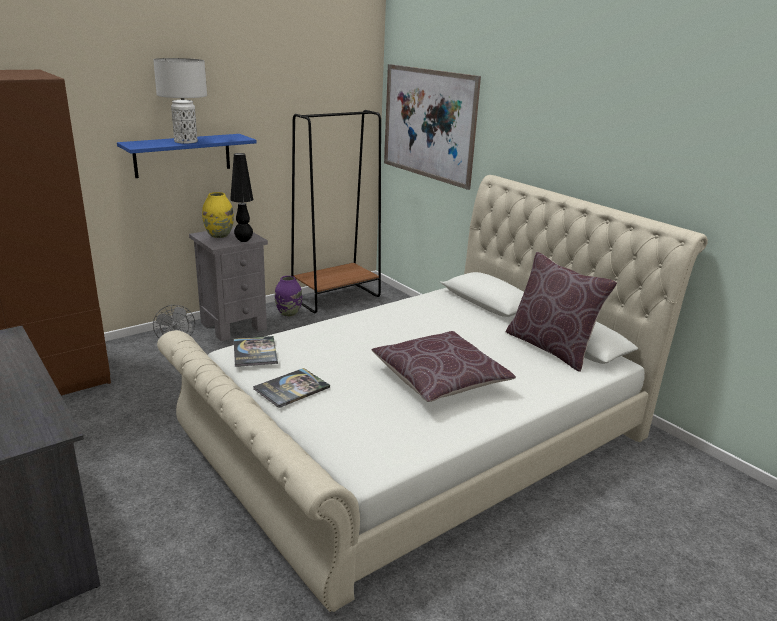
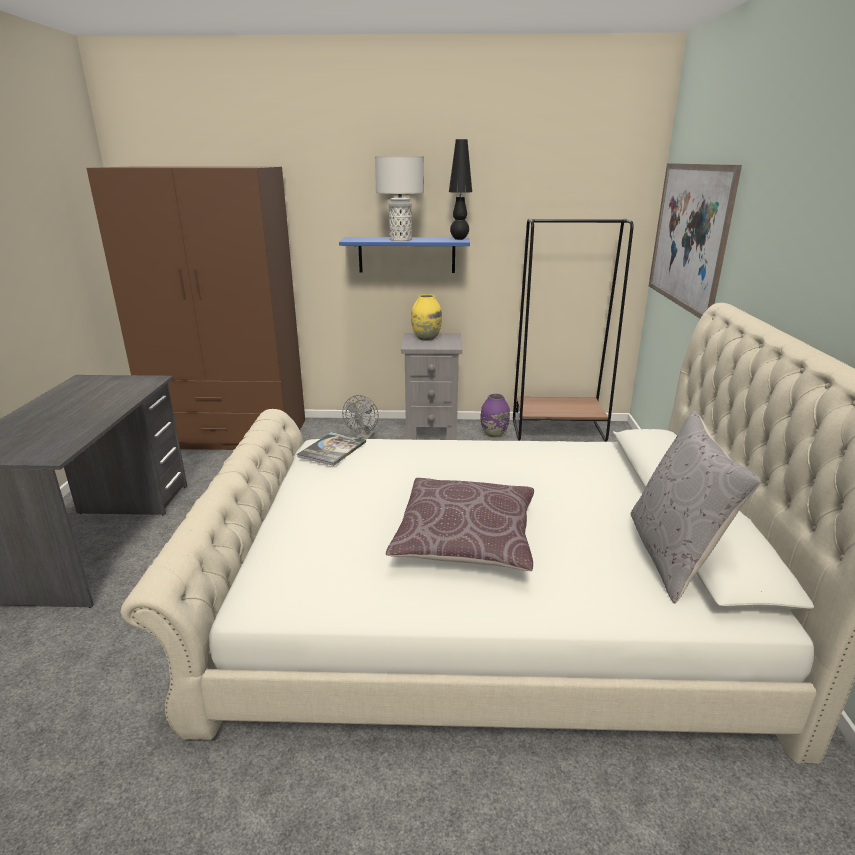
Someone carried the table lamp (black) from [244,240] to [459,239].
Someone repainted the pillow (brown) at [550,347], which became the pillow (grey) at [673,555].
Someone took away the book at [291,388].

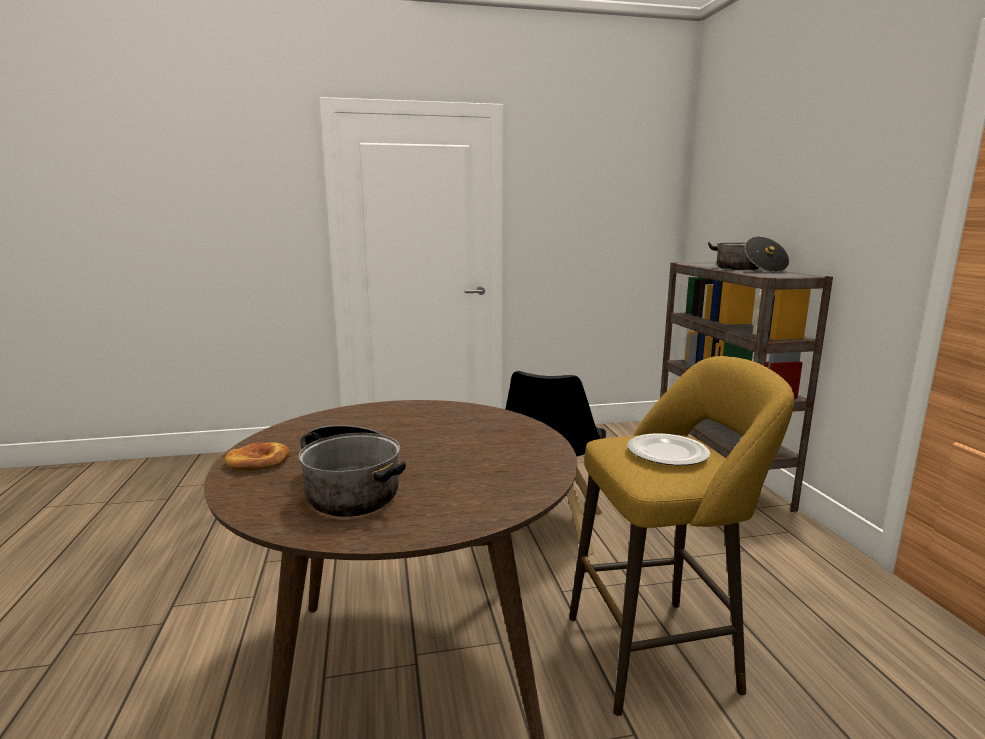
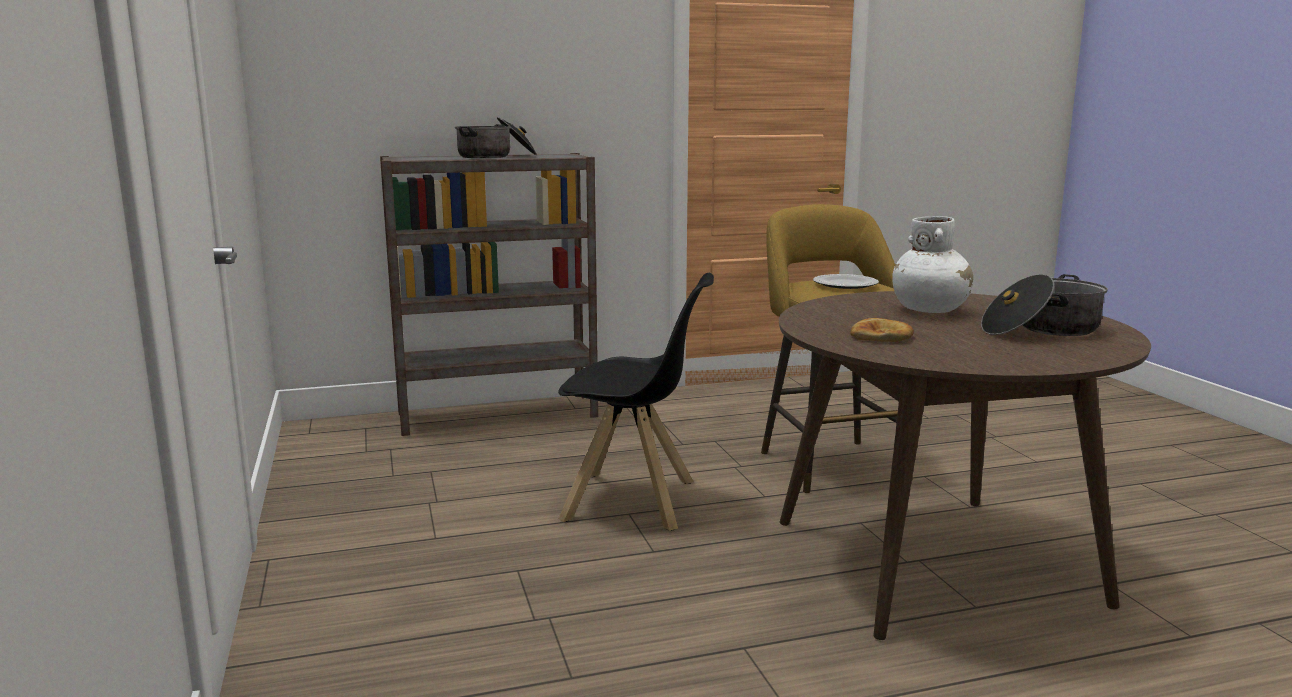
Someone carried the bread from [259,461] to [881,336].
Someone put down the vase (white) at [930,310].

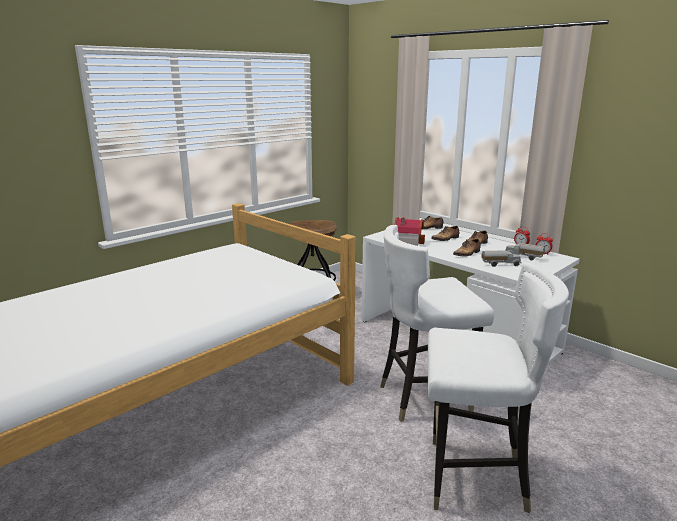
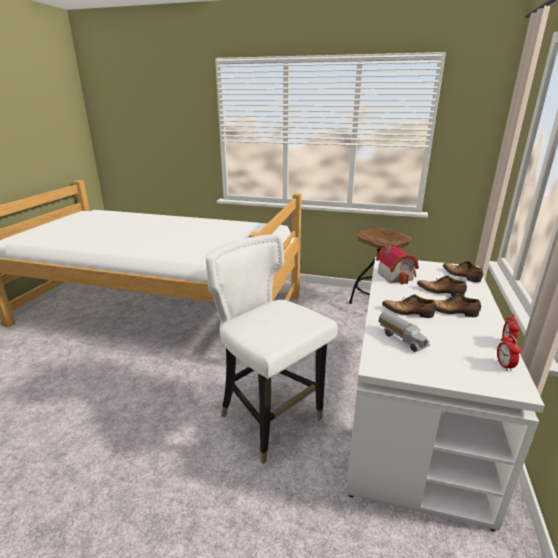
Someone took away the toy truck at [523,257].
Someone took away the chair (white) at [474,478].

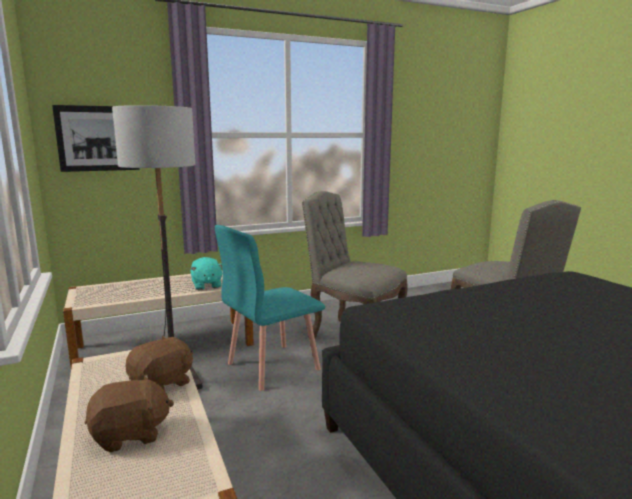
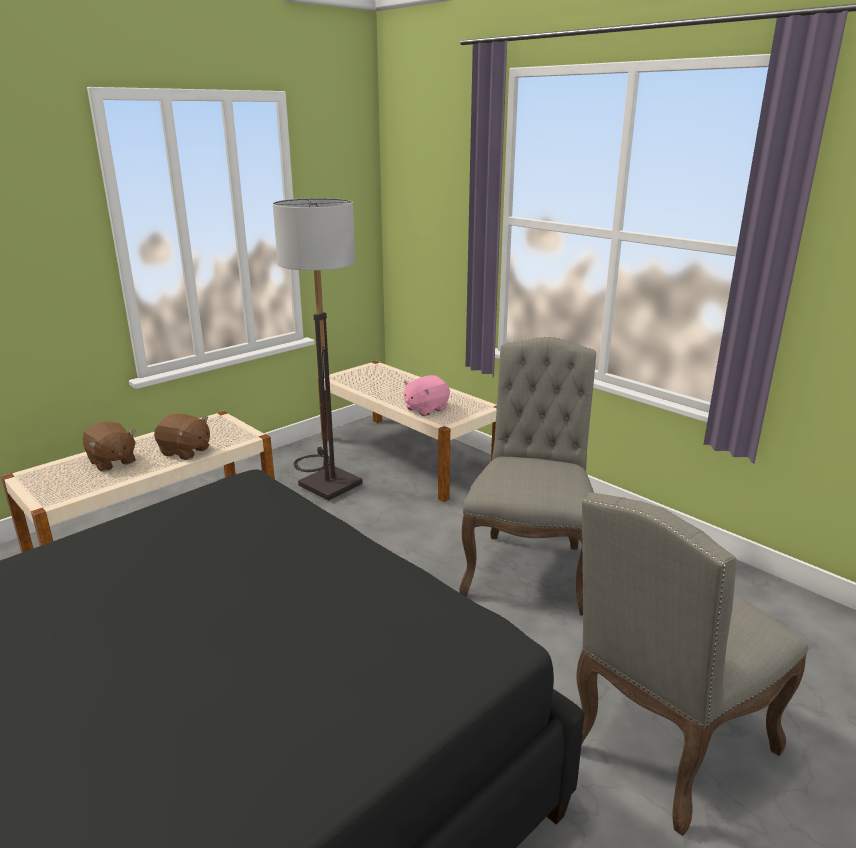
Someone took away the picture at [97,138].
Someone took away the chair (turquoise) at [272,366].
Someone repainted the plush toy (turquoise) at [206,285], which became the plush toy (pink) at [425,409].

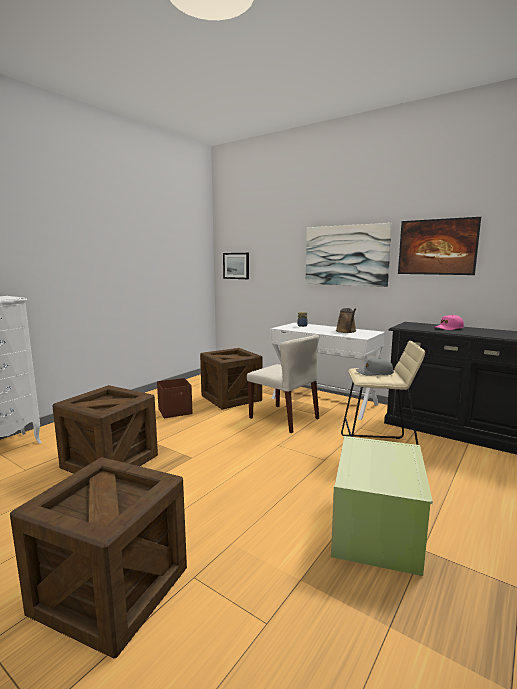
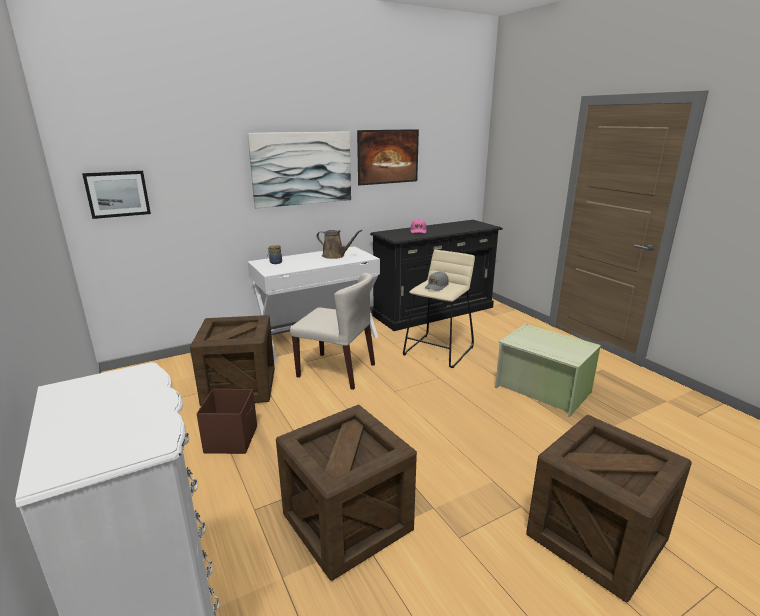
Someone rotated the chair (beige) at [284,418] by 45 degrees clockwise.

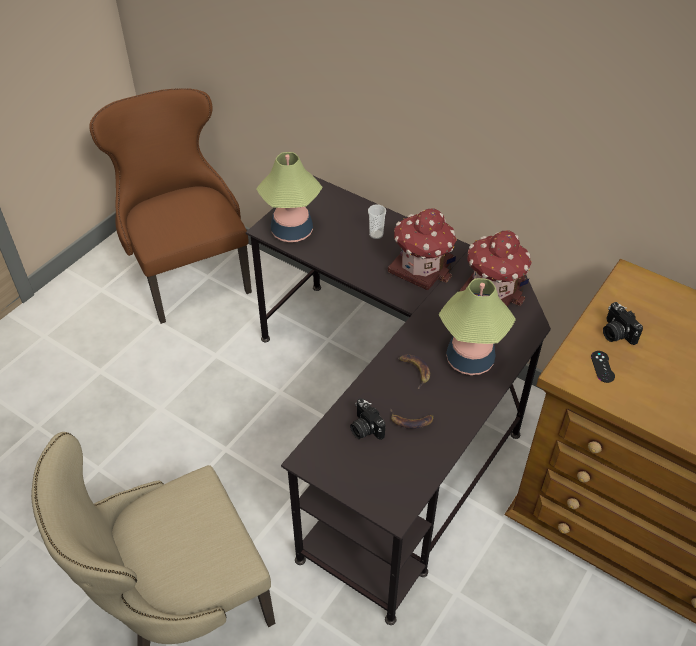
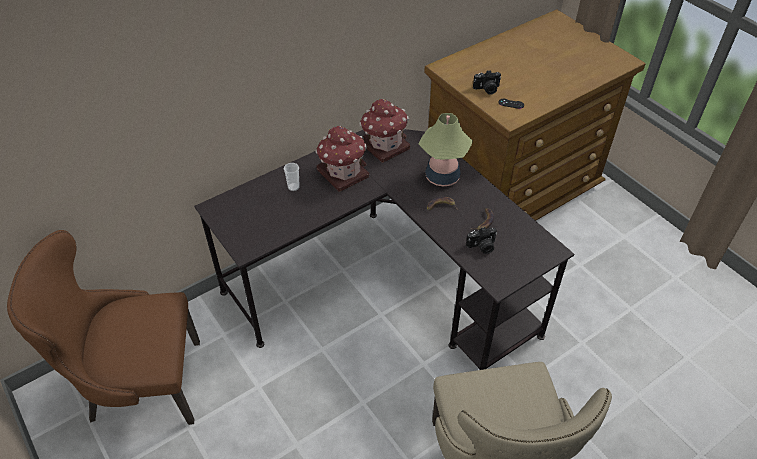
Someone took away the table lamp at [292,231].

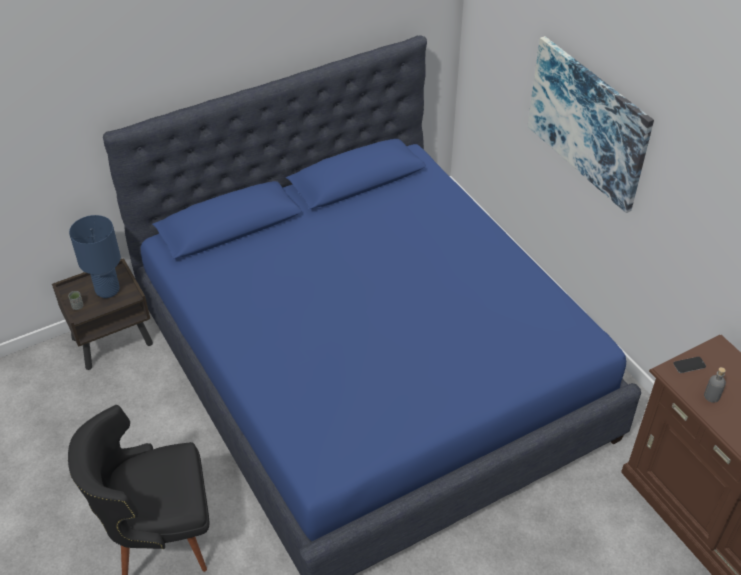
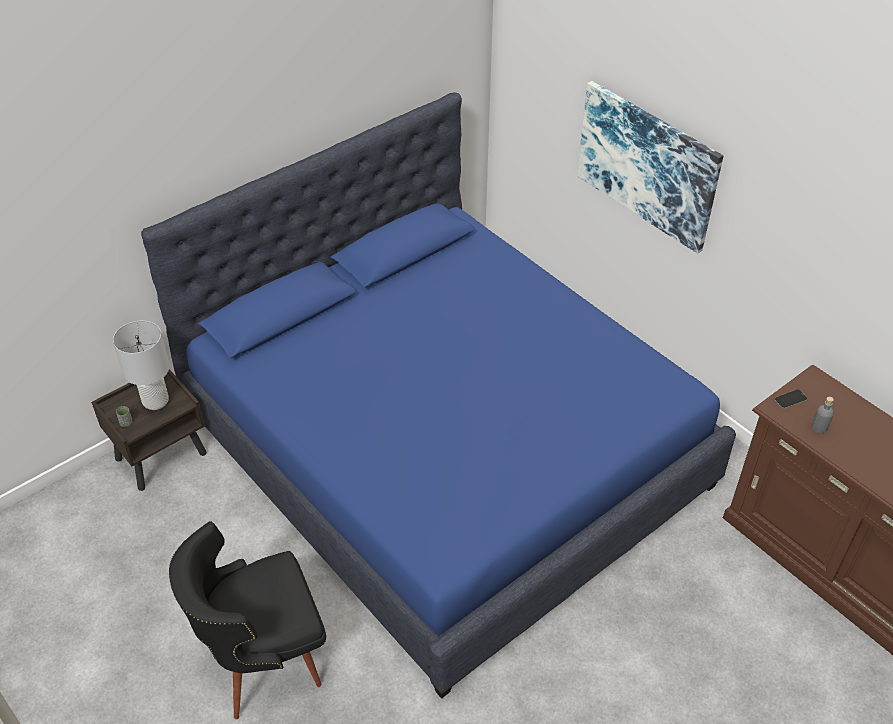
Someone repainted the table lamp (blue) at [107,292], which became the table lamp (grey) at [156,403].

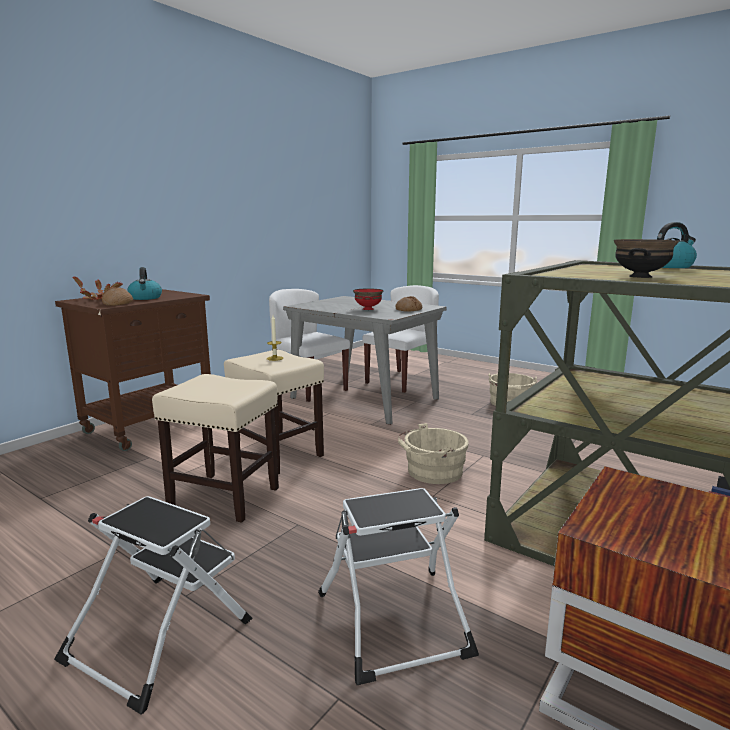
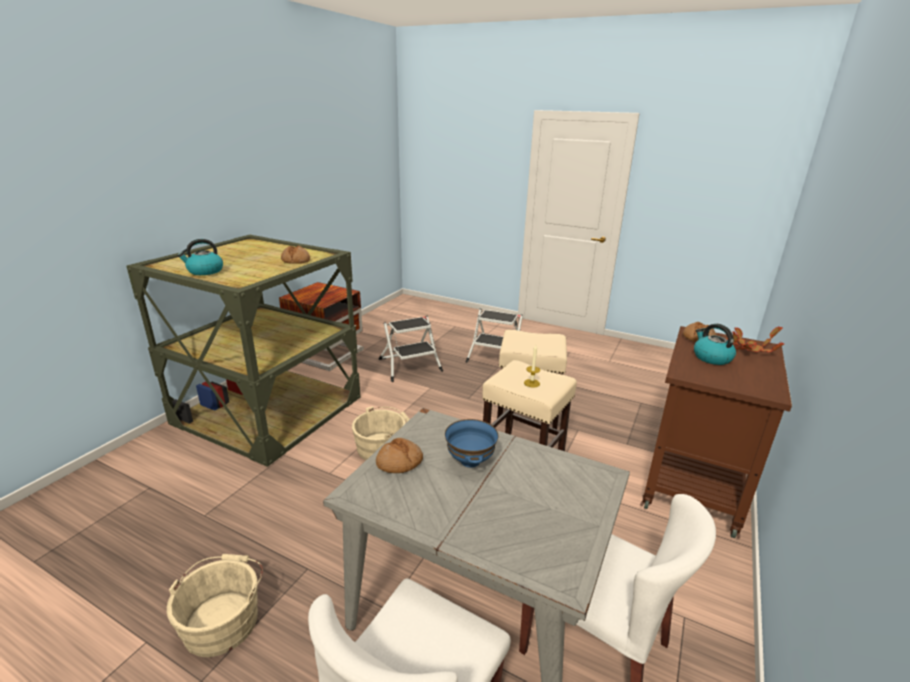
Someone took away the bowl (black) at [641,277].
Someone repainted the bowl (red) at [367,309], which became the bowl (blue) at [471,461].
Someone put down the bread at [296,260].

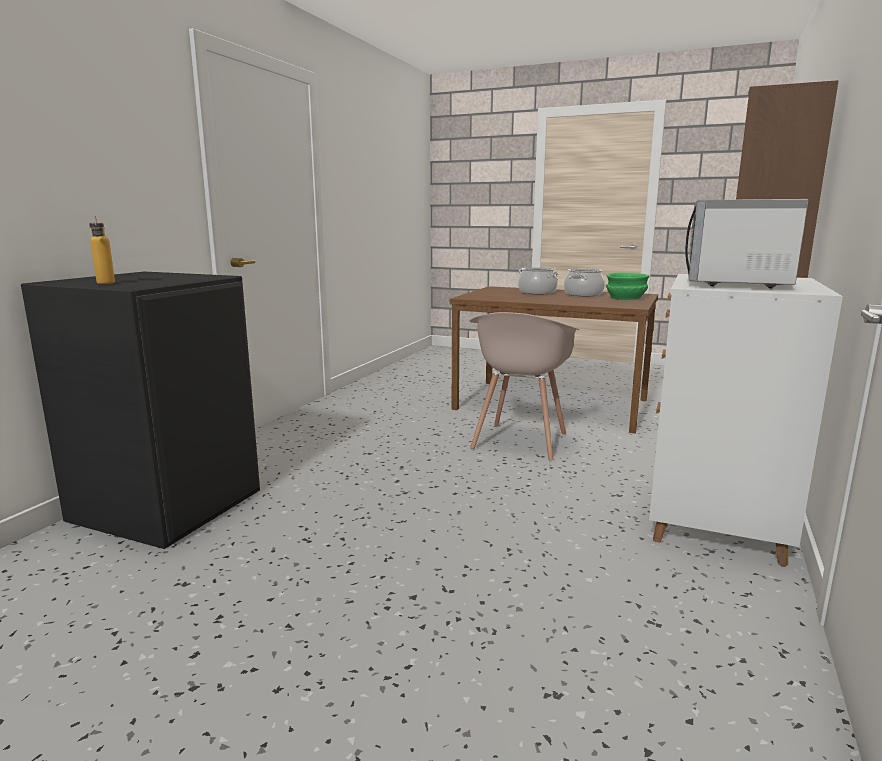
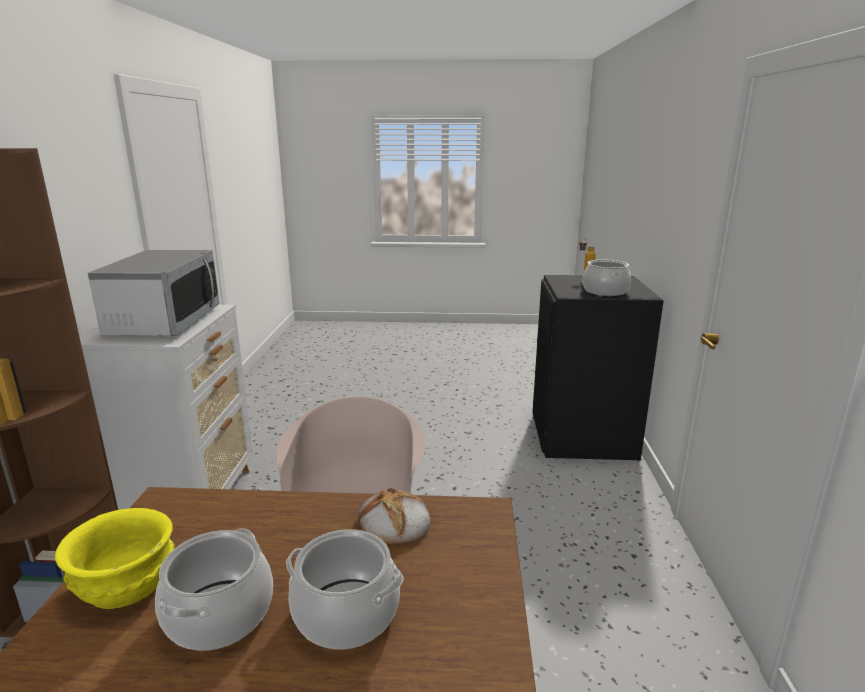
Someone repainted the bowl (green) at [626,298], which became the bowl (yellow) at [125,583].
Someone put down the cooking pot at [604,291].
Someone put down the bread at [393,523].

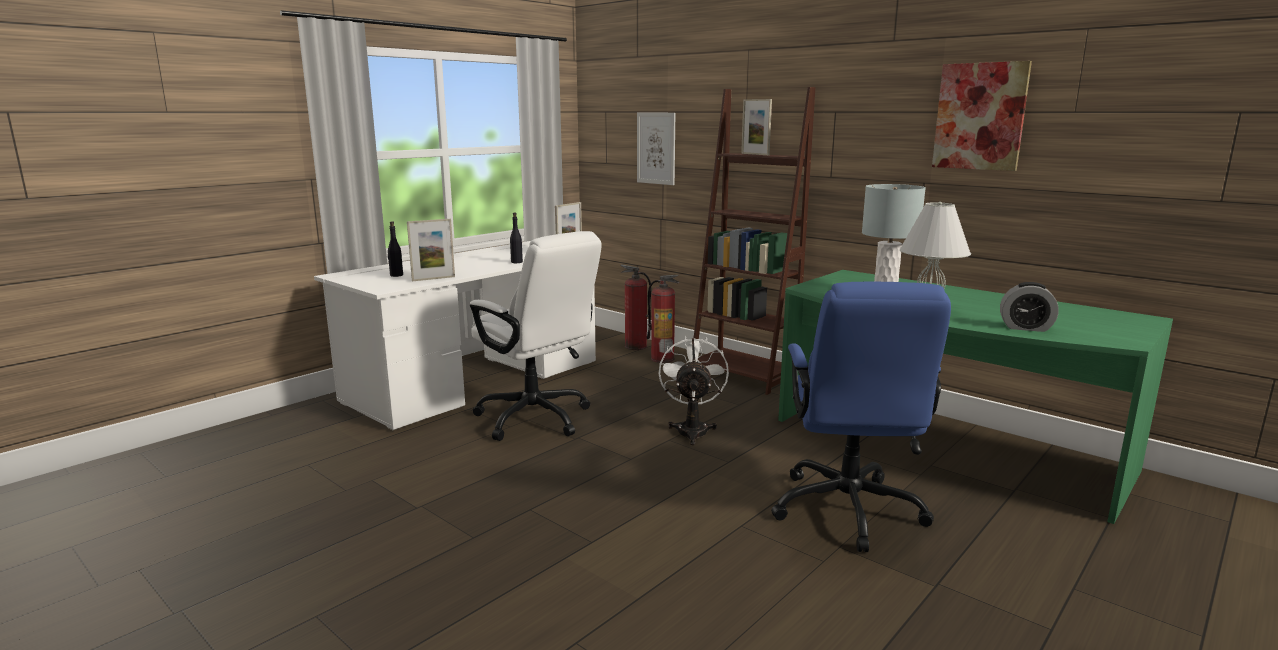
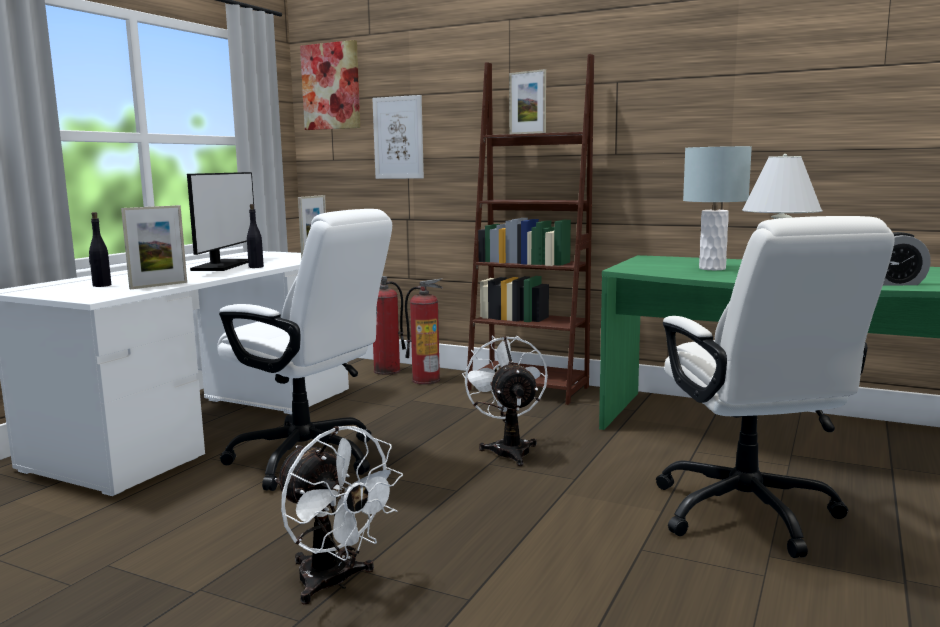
Someone carried the picture from [980,116] to [331,86].
Someone repainted the office chair (blue) at [849,514], which became the office chair (white) at [750,517].
Someone put down the monitor at [222,266].
Someone put down the fan (white) at [335,583].

